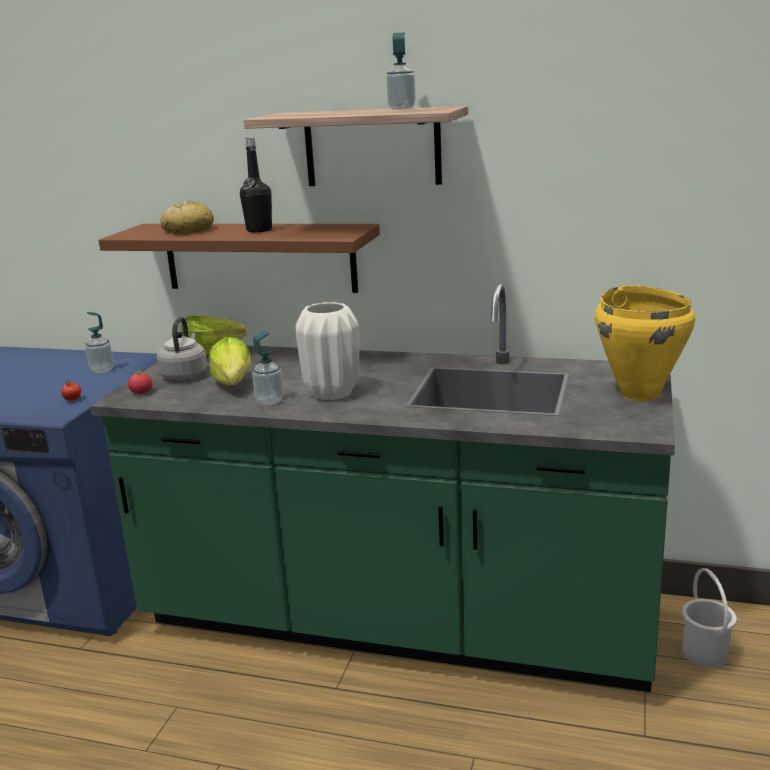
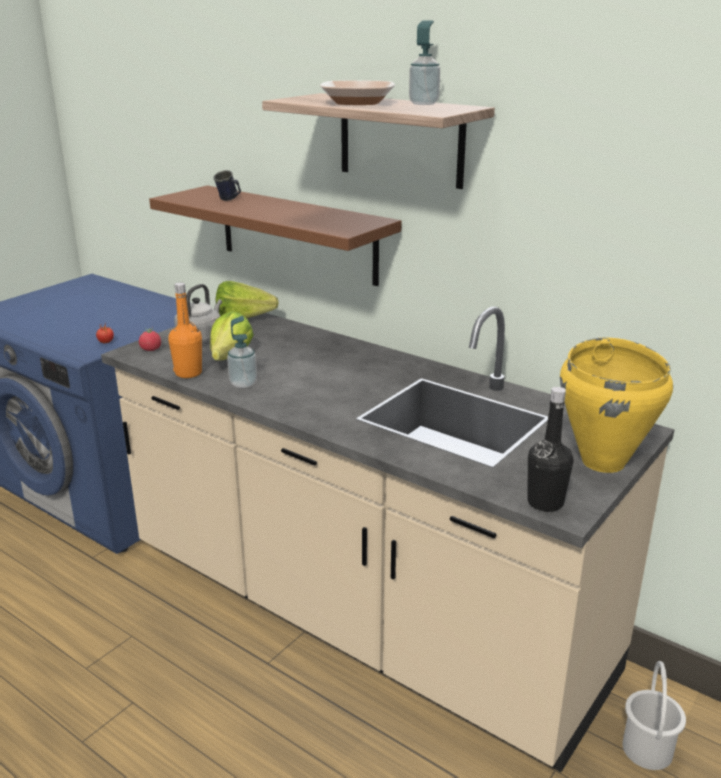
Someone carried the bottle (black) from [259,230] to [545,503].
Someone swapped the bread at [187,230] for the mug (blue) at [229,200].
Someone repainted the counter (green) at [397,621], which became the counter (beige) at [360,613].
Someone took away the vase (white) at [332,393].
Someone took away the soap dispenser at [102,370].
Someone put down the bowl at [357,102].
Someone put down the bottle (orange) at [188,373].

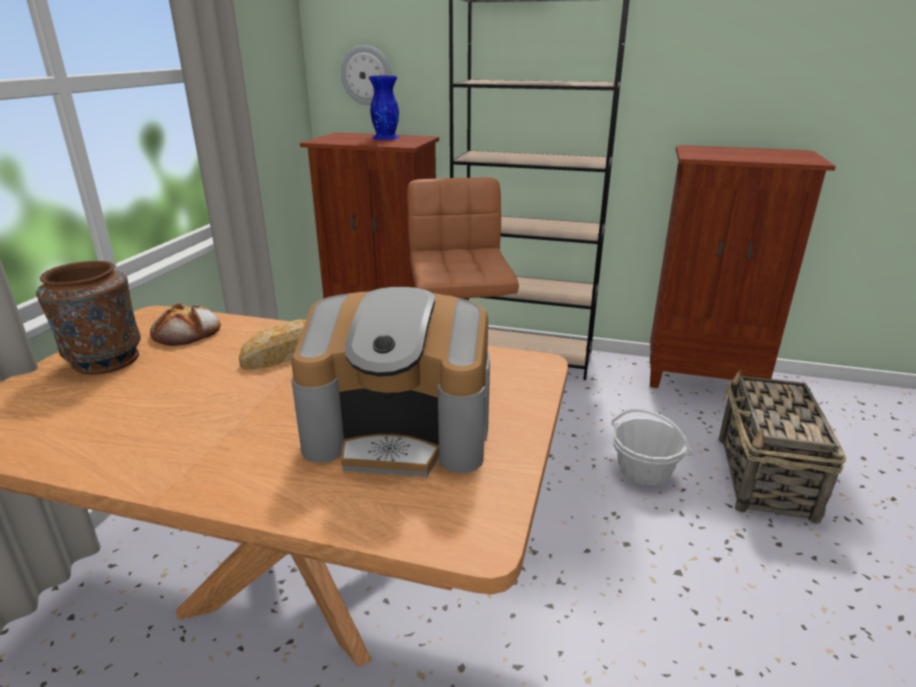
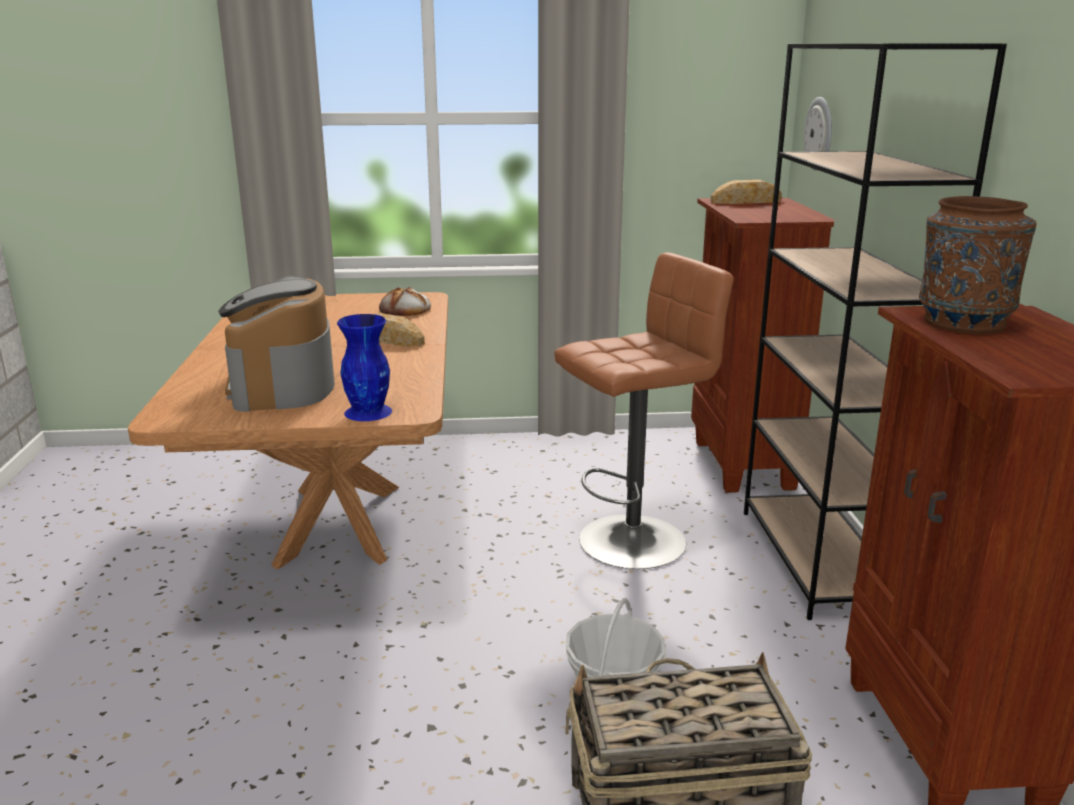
Someone carried the vase (blue) from [386,137] to [369,412].
Someone carried the vase (brown) from [104,361] to [961,323].
Someone put down the bread at [746,201].

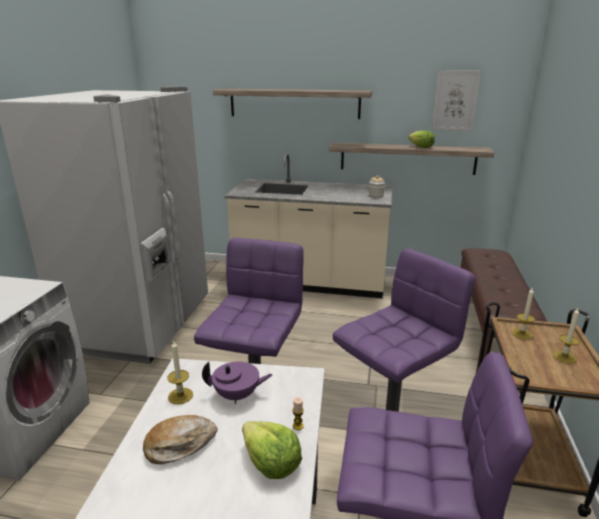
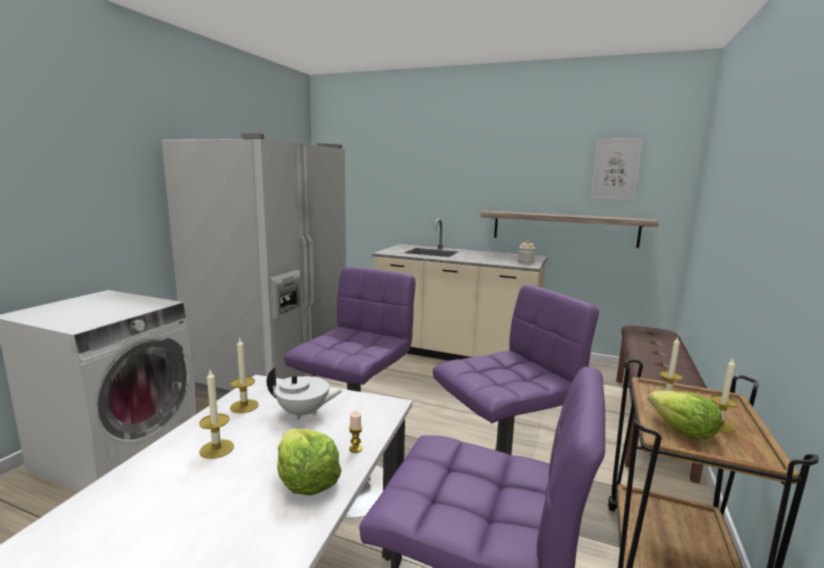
Someone took away the shelf at [294,103].
Someone carried the lettuce from [420,147] to [682,430].
Someone repainted the teapot (purple) at [237,395], which became the teapot (white) at [303,413].
Someone swapped the bread at [179,445] for the candle at [216,449].

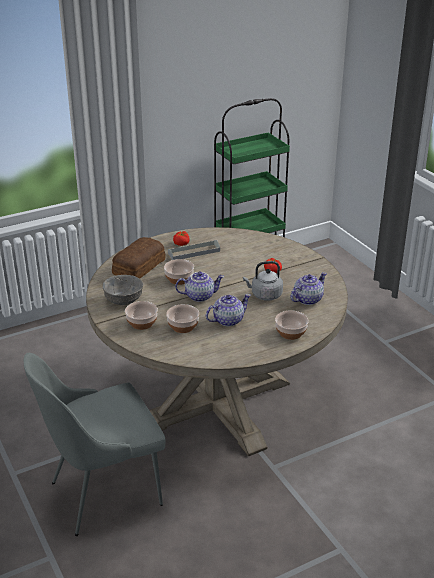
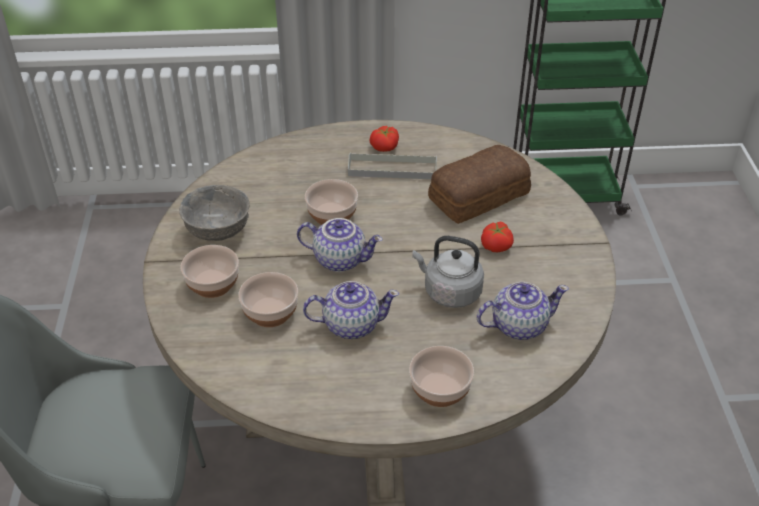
Someone carried the bread from [137,267] to [476,196].

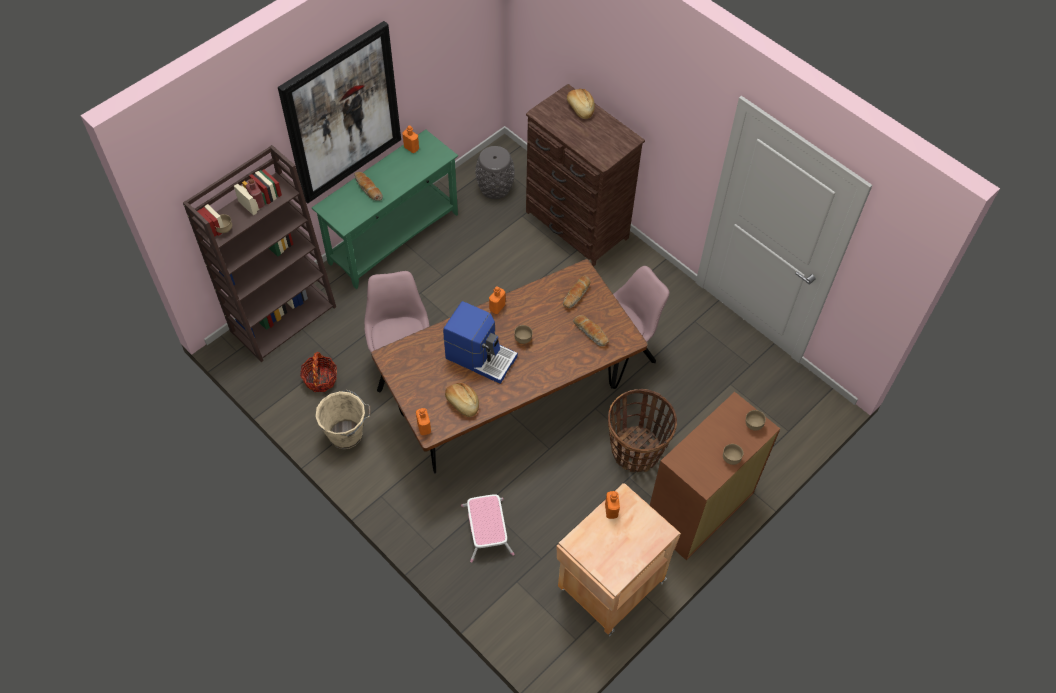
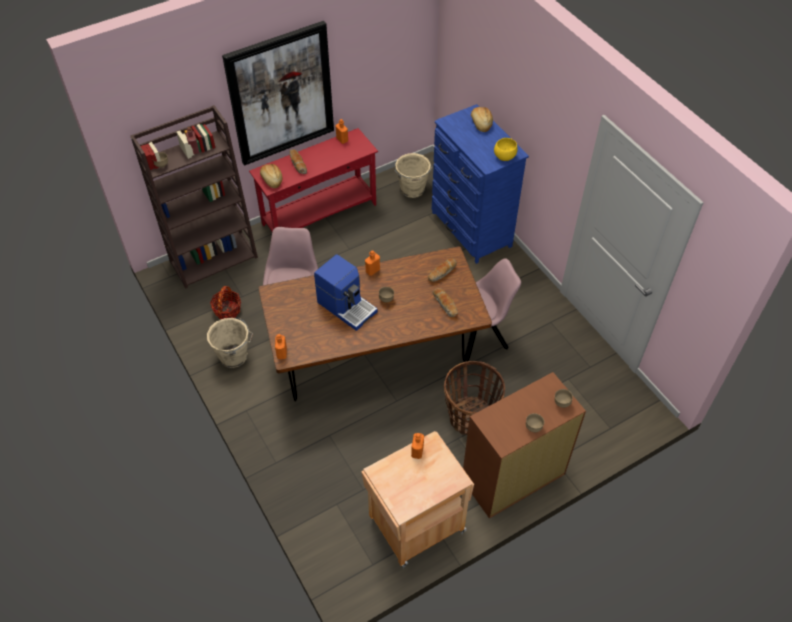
Someone repainted the dresser (brown) at [575,226], which became the dresser (blue) at [470,230].
Someone repainted the console table (green) at [394,238], which became the console table (red) at [319,214].
Someone swapped the stool (grey) at [495,188] for the bucket (beige) at [412,190].
Someone carried the bread from [462,403] to [271,180].
Someone took away the step ladder (pink) at [486,529].
Someone put down the bowl (yellow) at [504,157].

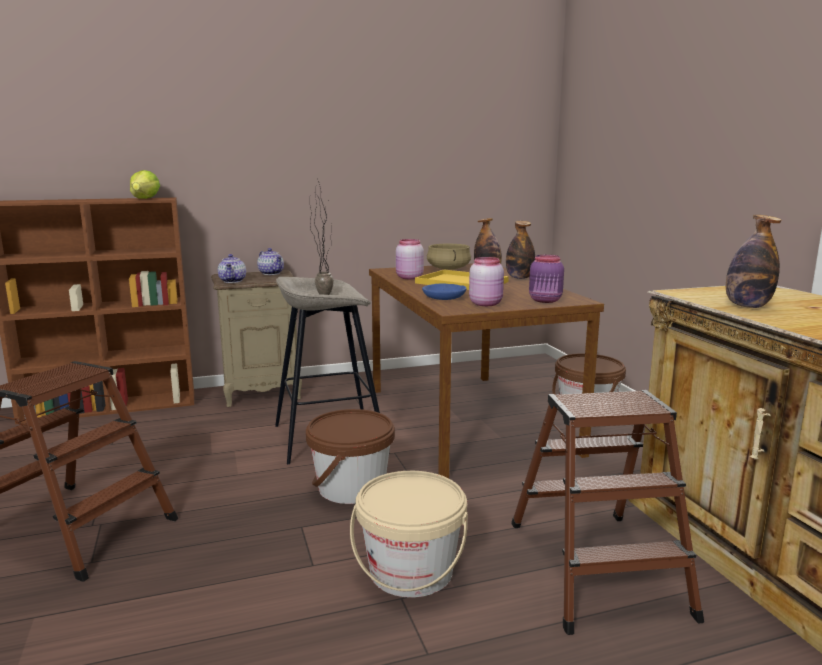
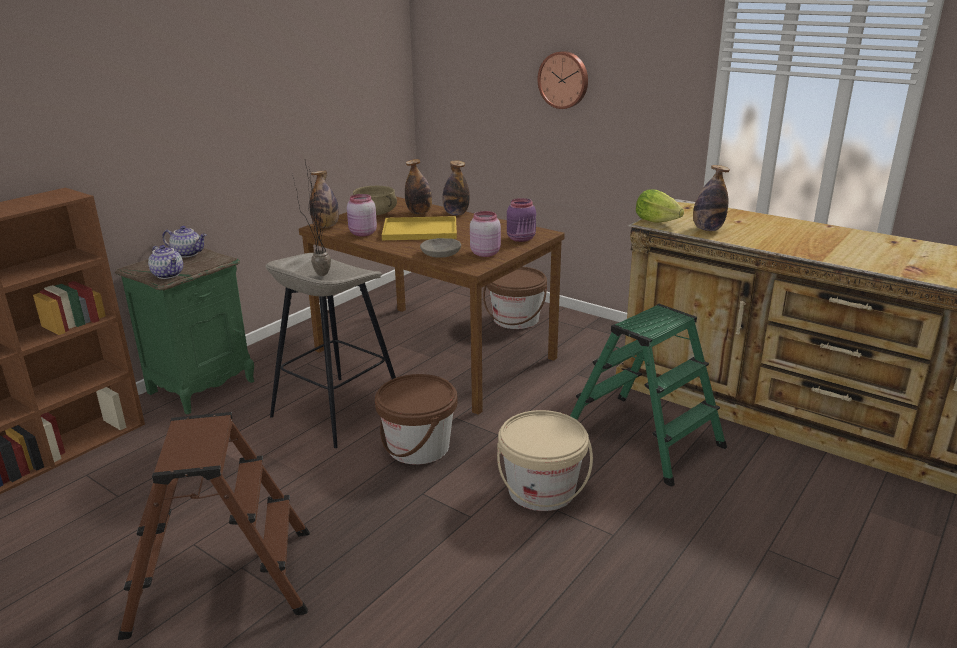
Someone carried the lettuce from [145,199] to [656,221].
Someone repainted the nightstand (beige) at [262,393], which became the nightstand (green) at [203,387].
Someone repainted the bowl (blue) at [445,297], which became the bowl (grey) at [441,253].
Someone repainted the step ladder (brown) at [596,566], which became the step ladder (green) at [643,437].
Someone put up the wall clock at [564,80].
Someone put down the bottle at [326,226].

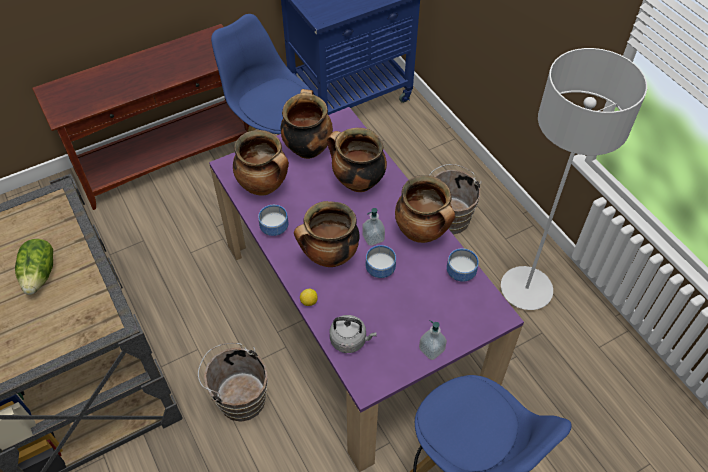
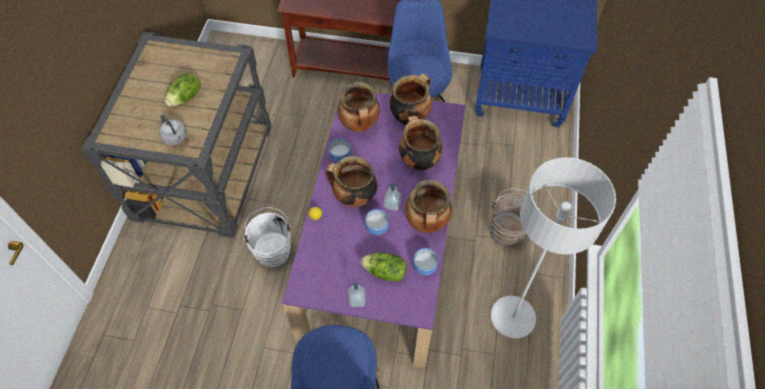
Someone carried the kettle (grey) from [350,340] to [176,138].
Someone repainted the bucket (brown) at [239,397], which became the bucket (white) at [273,249].
Someone put down the lettuce at [385,272].

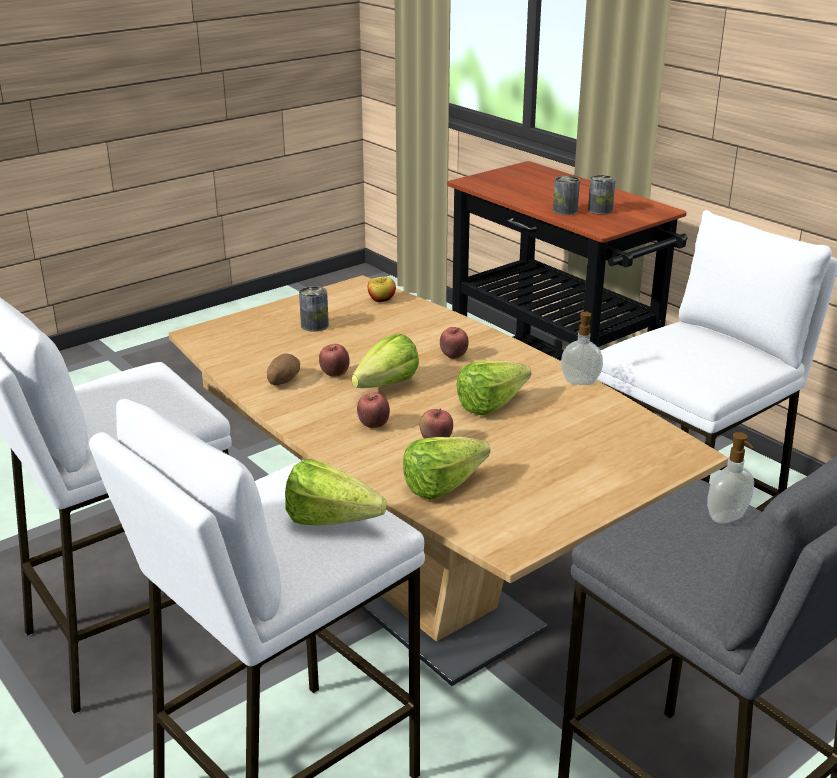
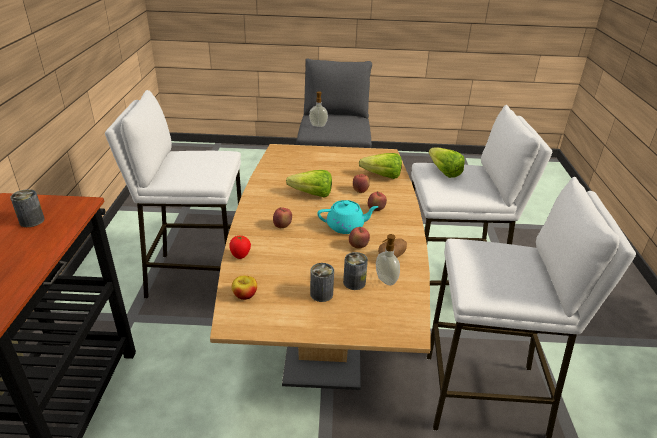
Someone carried the can from [565,211] to [354,282].
Someone carried the soap dispenser from [580,381] to [385,280].
Someone swapped the lettuce at [380,388] for the teapot (turquoise) at [346,226].
Someone put down the tomato at [240,256].

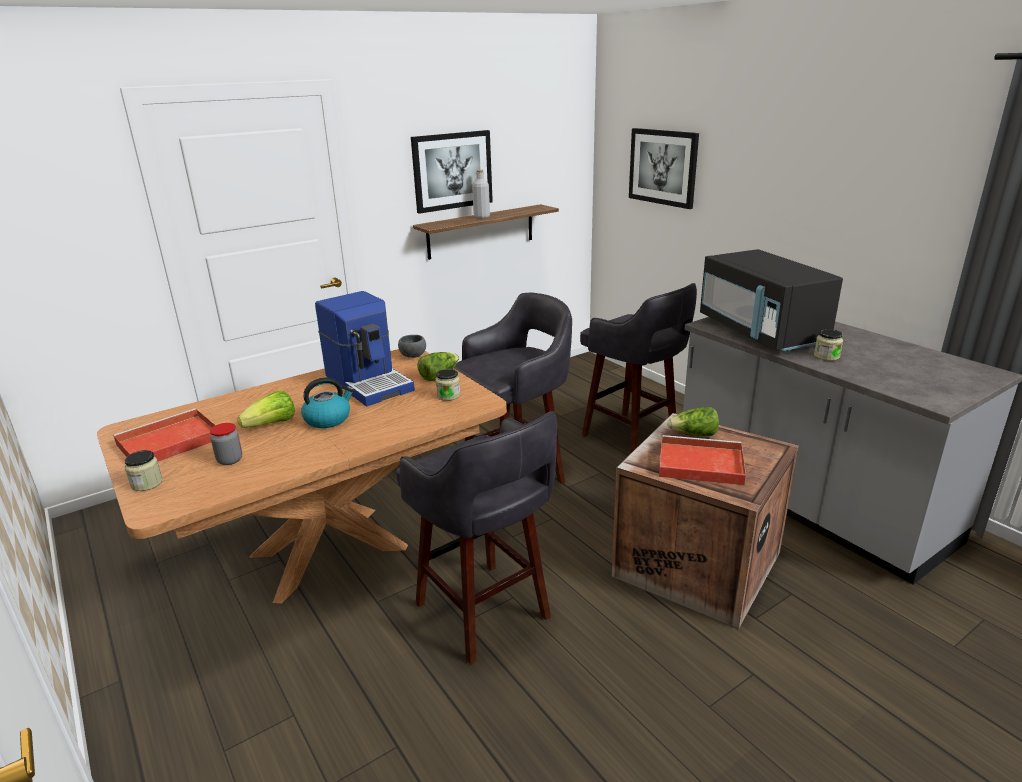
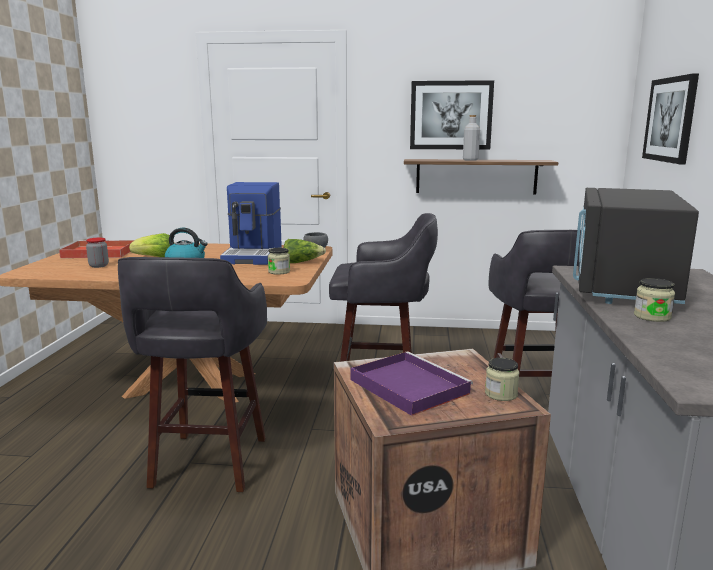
Someone took away the lettuce at [694,435].
Someone repainted the tray (red) at [698,464], which became the tray (purple) at [407,386].
Someone carried the jar from [147,483] to [501,394].

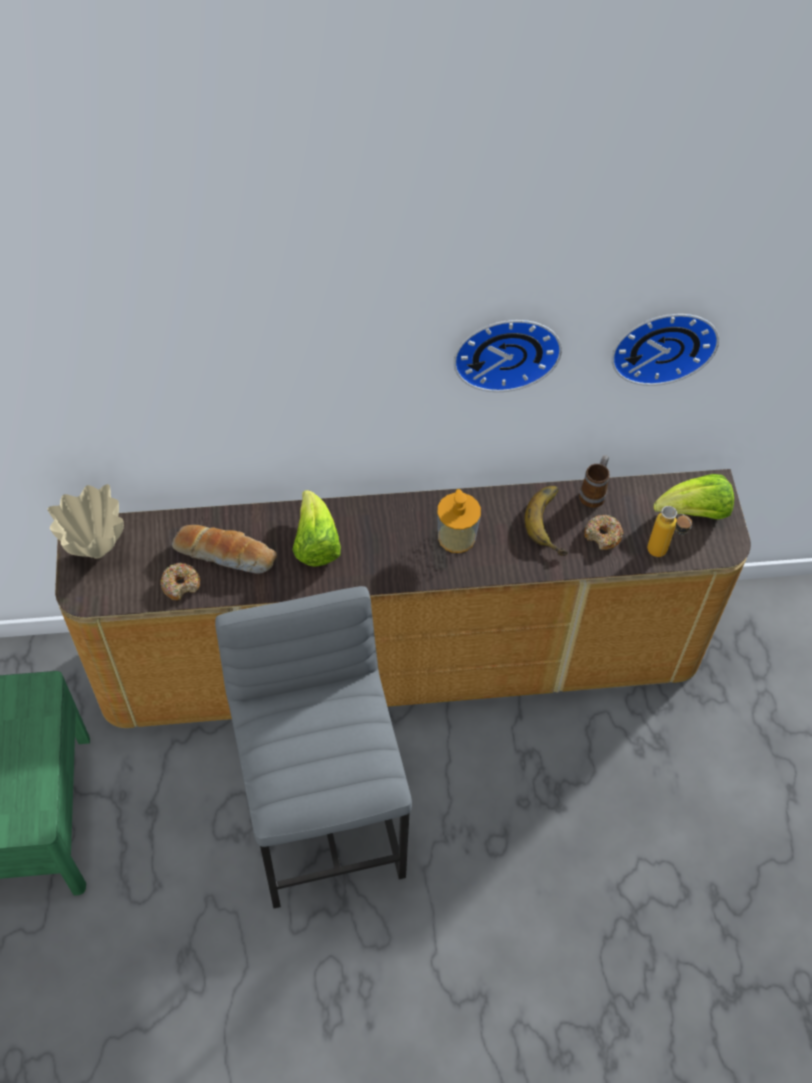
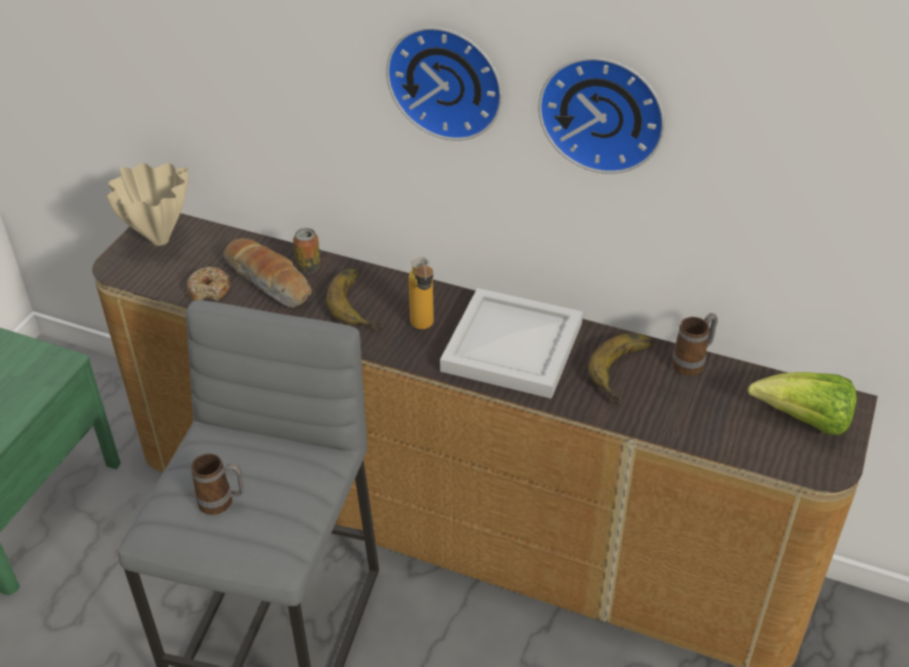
Someone carried the wall clock from [663,343] to [447,80].
Someone swapped the soap dispenser at [456,537] for the tray (white) at [510,347].
Someone swapped the lettuce at [315,543] for the banana at [361,303].
Someone carried the bottle from [663,555] to [423,329].
Someone took away the donut at [603,536].
Someone put down the can at [309,267].
Someone put down the mug at [222,503].

